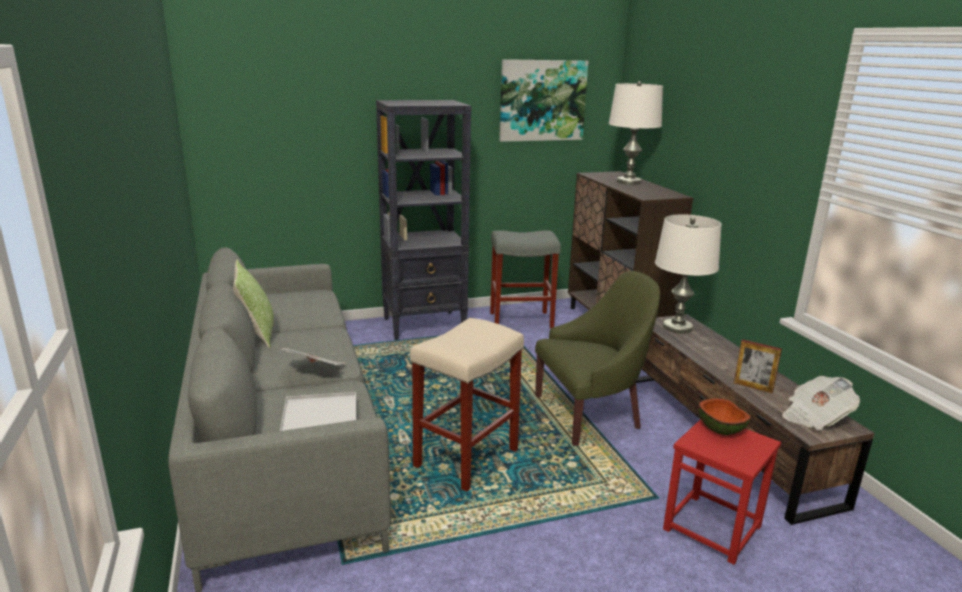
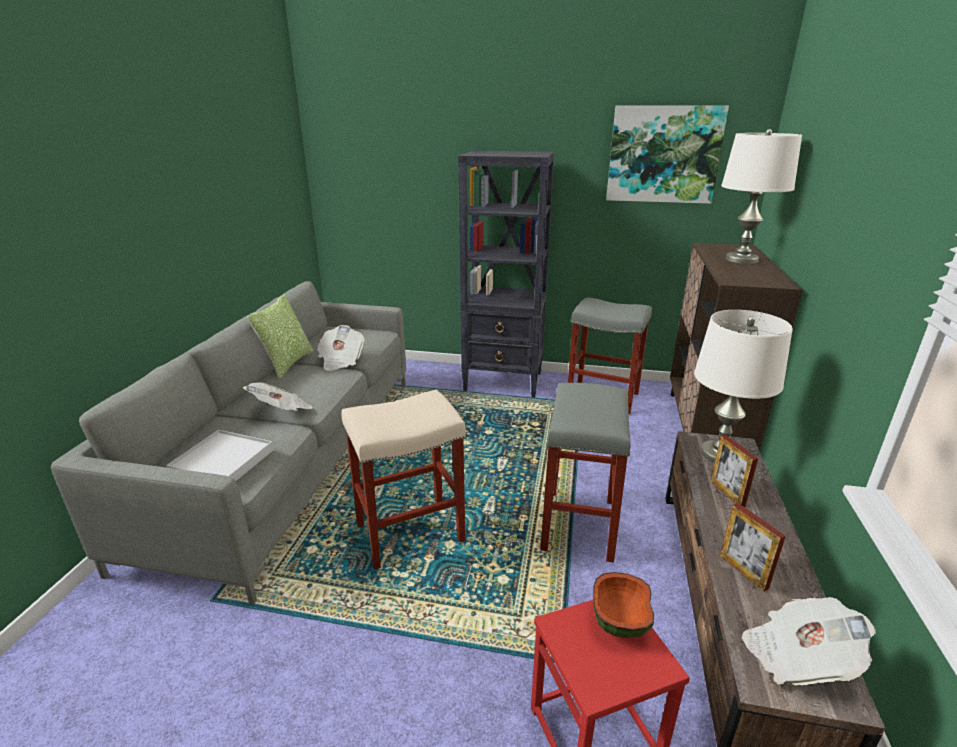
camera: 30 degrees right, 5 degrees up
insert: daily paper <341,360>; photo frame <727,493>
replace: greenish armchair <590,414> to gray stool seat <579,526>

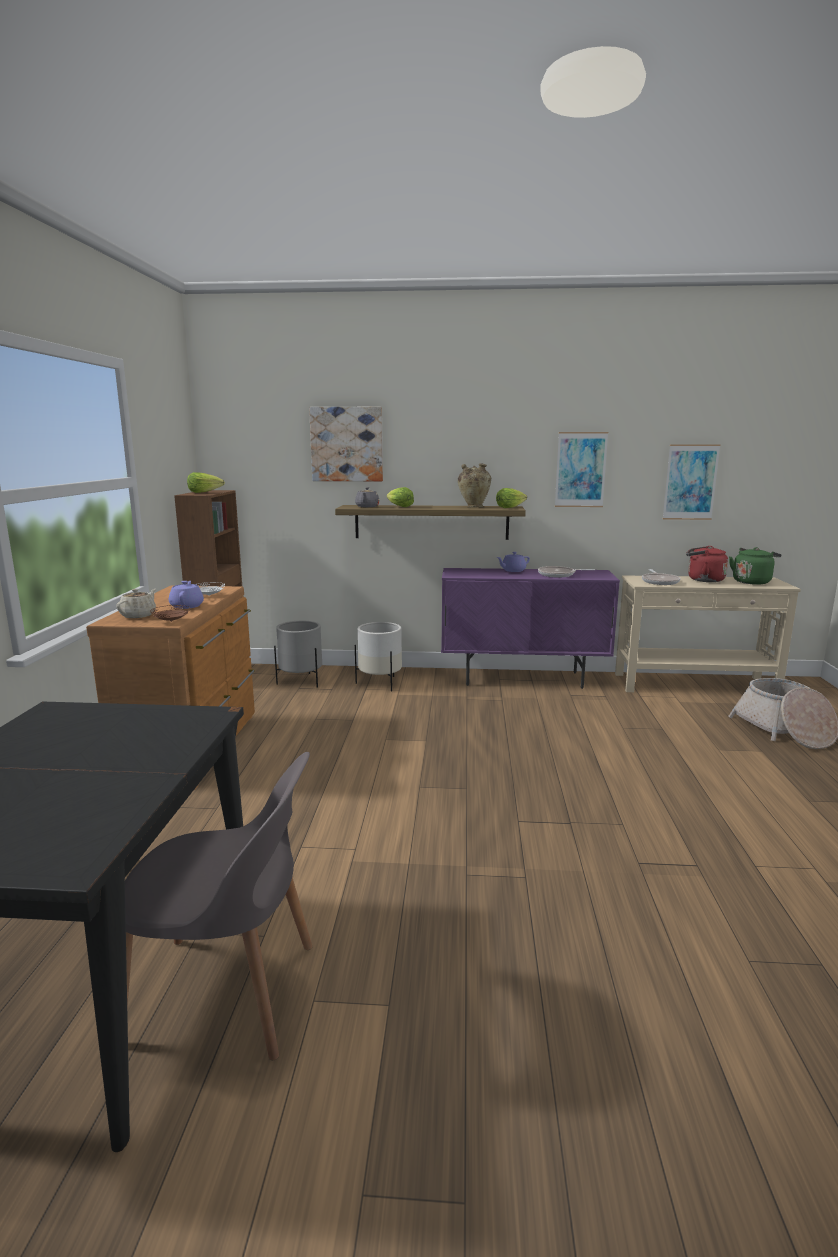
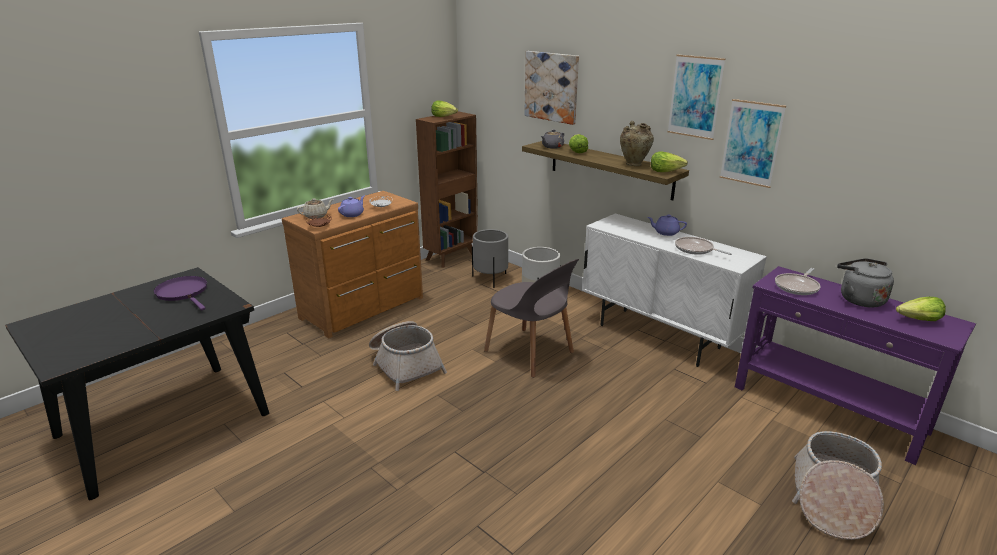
camera: 40 degrees right, 10 degrees up
insert: purple pan <183,293>; basket <405,364>
move: gray upright chair <228,994> to <530,353>; wall art <690,482> to <695,97>
replace: greenish water kettle <752,581> to lettuce <919,320>
recolor: purple storage cabinet <523,679> to white storage cabinet <659,337>; beige-coloured console table <695,685> to purple console table <828,409>; red water kettle <703,580> to gray water kettle <858,299>

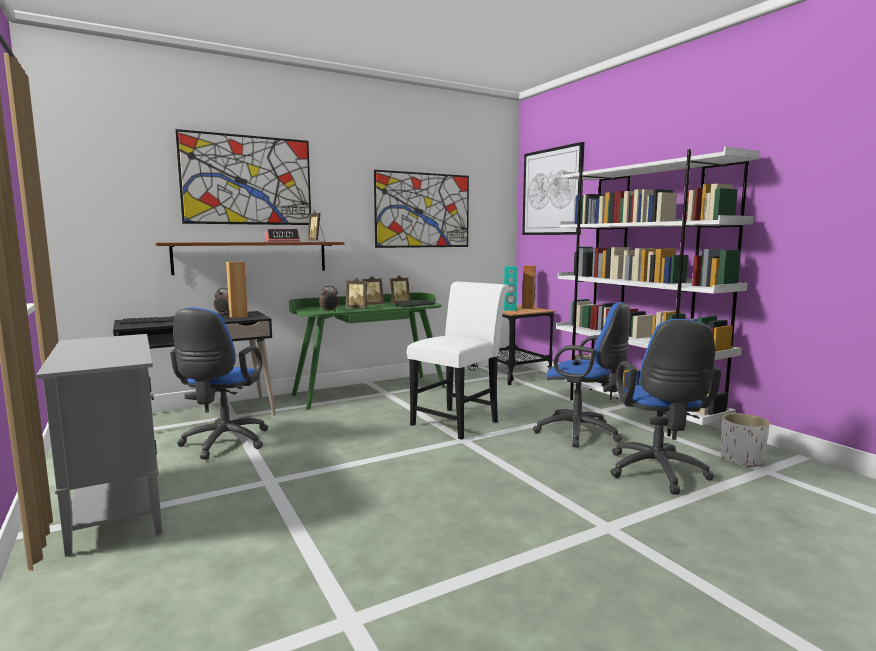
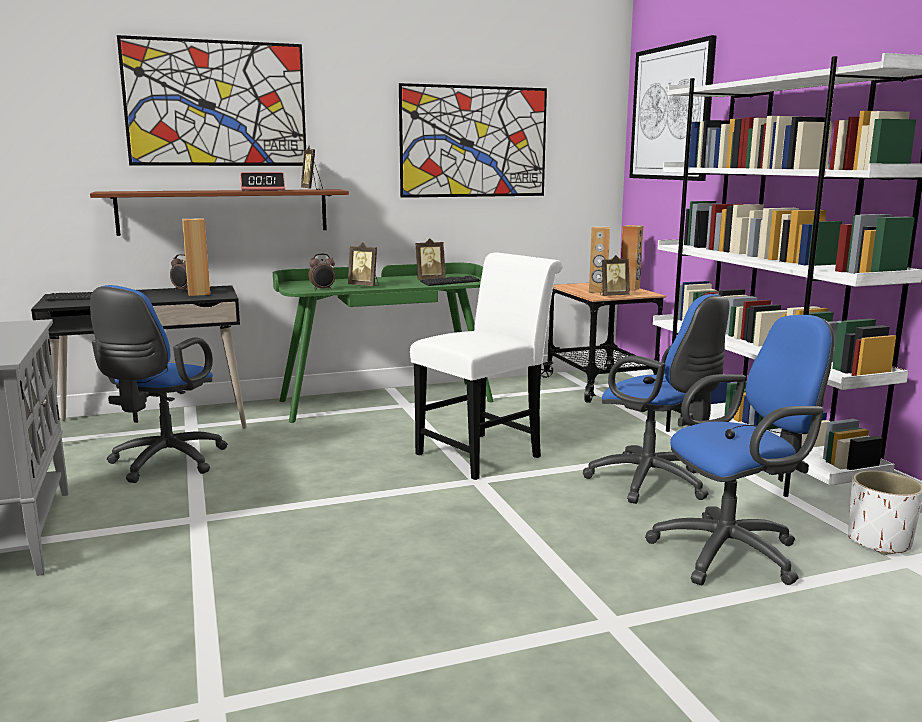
camera: 10 degrees right, 5 degrees up
move: photo frame <372,305> to <613,296>
recolor: turquoise loudspeaker <510,309> to brownish loudspeaker <598,291>
rotate: bluish office chair <658,474> = <733,552> 120 degrees counterclockwise

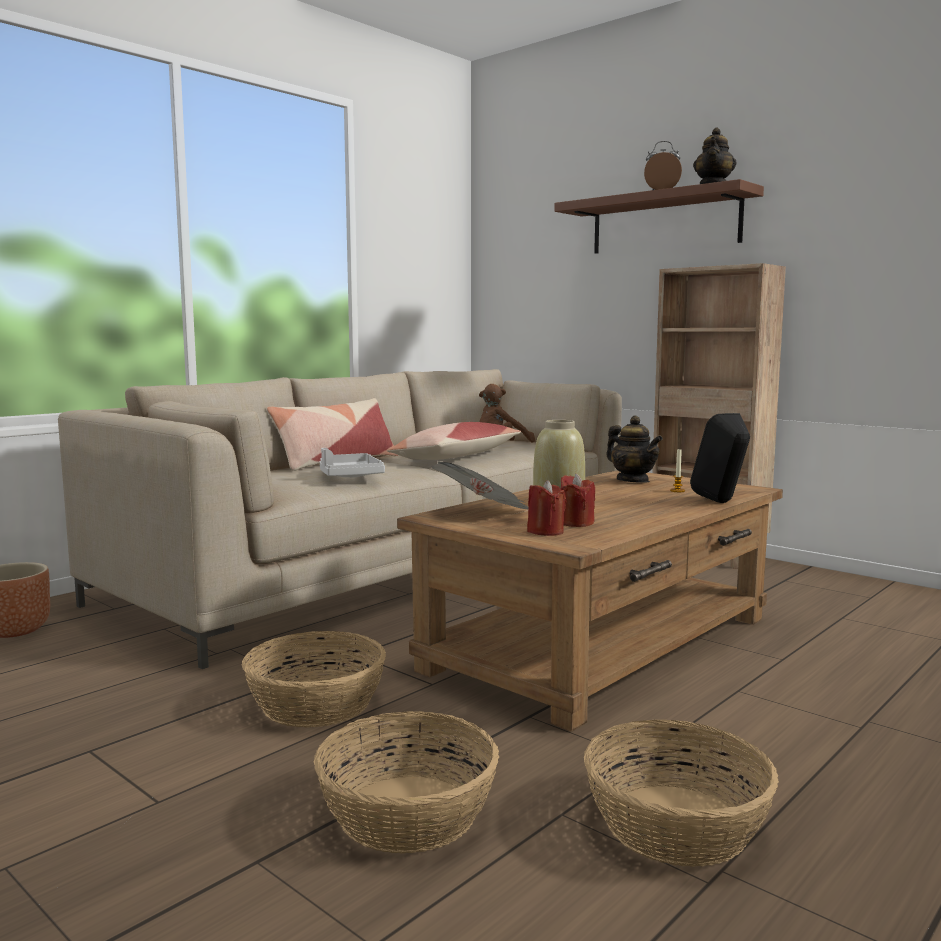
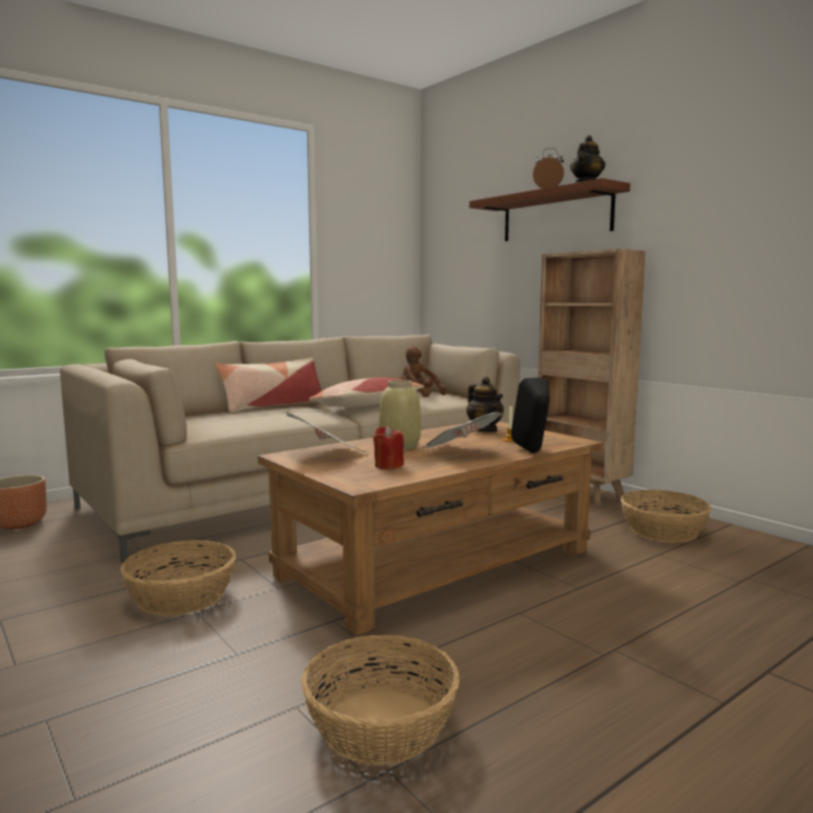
camera: 10 degrees right, 0 degrees up
delete: gray carrying tray <348,476>; red candle <545,532>
insert: daily paper <461,452>
move: basket <406,813> to <662,531>
rotate: brownish soft toy <501,444> = <418,395> 60 degrees clockwise

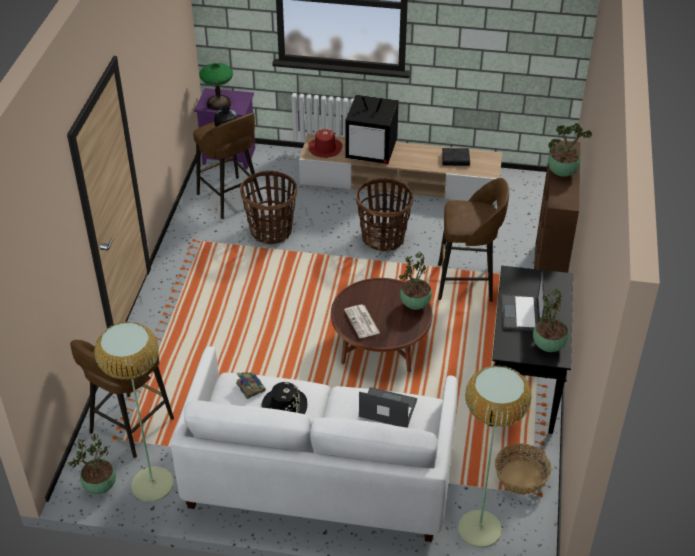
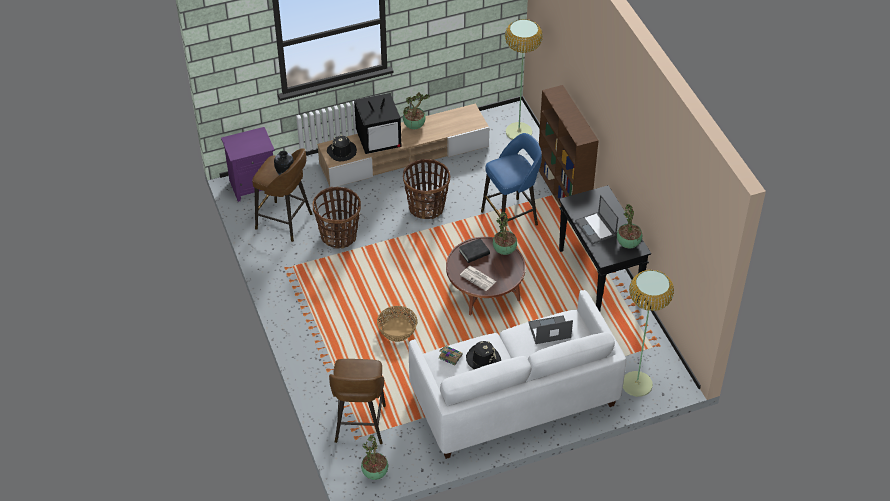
camera: 30 degrees left, 5 degrees up
delete: tabletop lamp <218,103>
move: standard lamp <152,484> to <518,132>; black book <455,159> to <474,252>; basket <520,477> to <397,330>; potted plant <563,173> to <414,126>
recolor: red wearable hat <325,148> to black wearable hat <341,152>; brownish stool seat <467,283> to bluish stool seat <511,218>

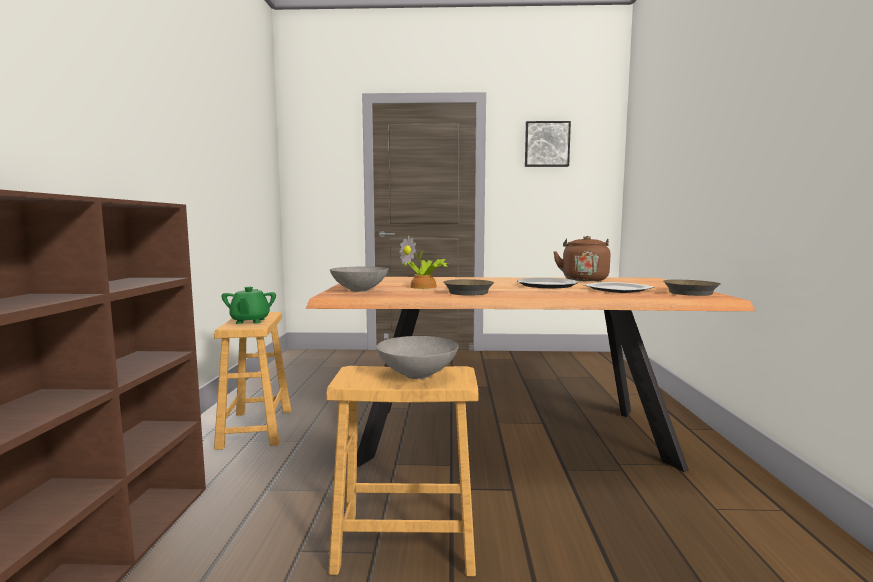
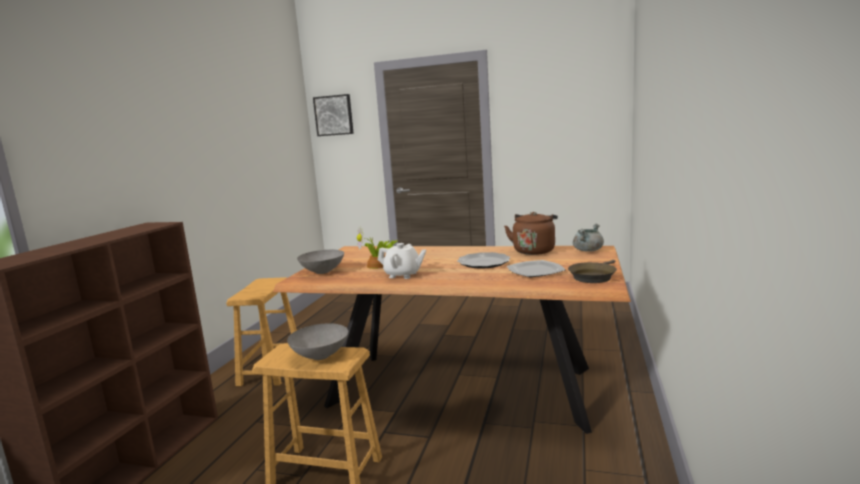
camera: 15 degrees right, 5 degrees up
delete: greenish tea pot <250,321>
insert: gray saucepot <587,250>
move: wall art <546,144> to <334,115>
replace: brownish pan <469,292> to white tea pot <403,275>

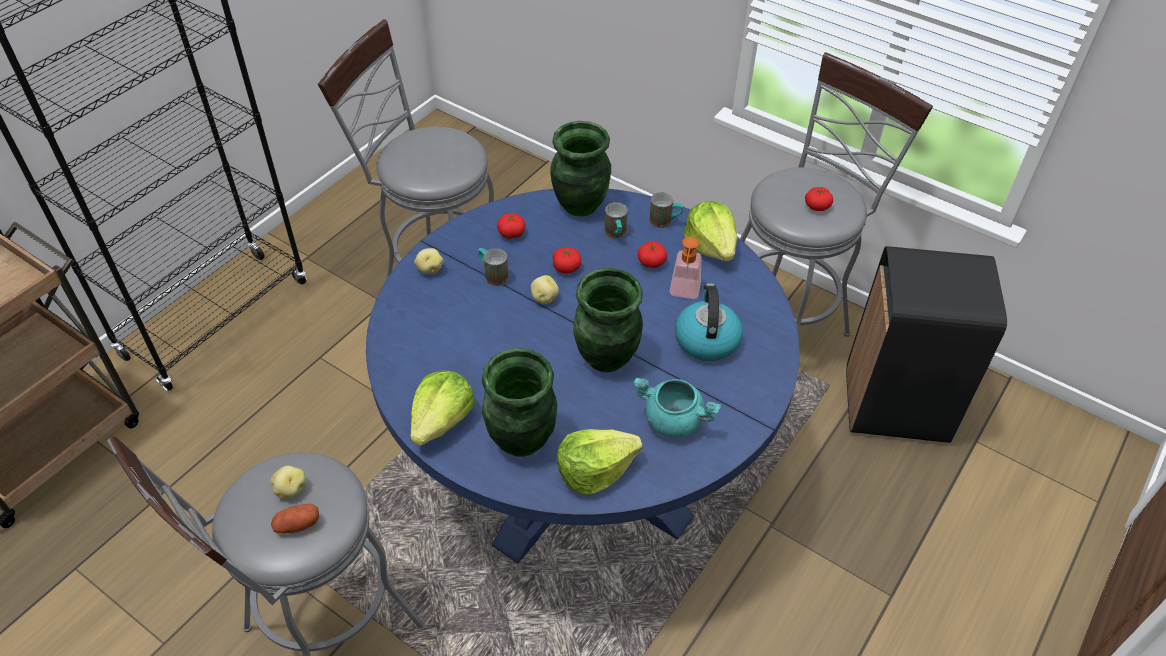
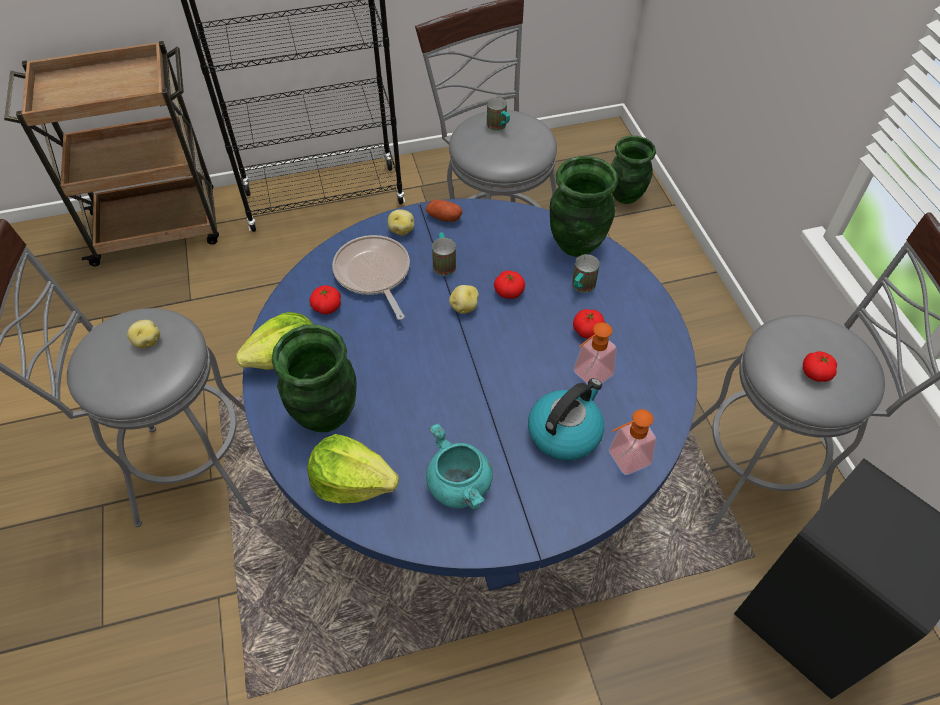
camera: 40 degrees right, 5 degrees up
delete: lettuce <711,246>
insert: pan <373,274>; liquid soap bottle <623,461>
move: spud <297,525> to <444,217>; tomato <511,233> to <327,307>; greenish decorative vase <606,358> to <625,196>; coffee mug <665,221> to <499,127>

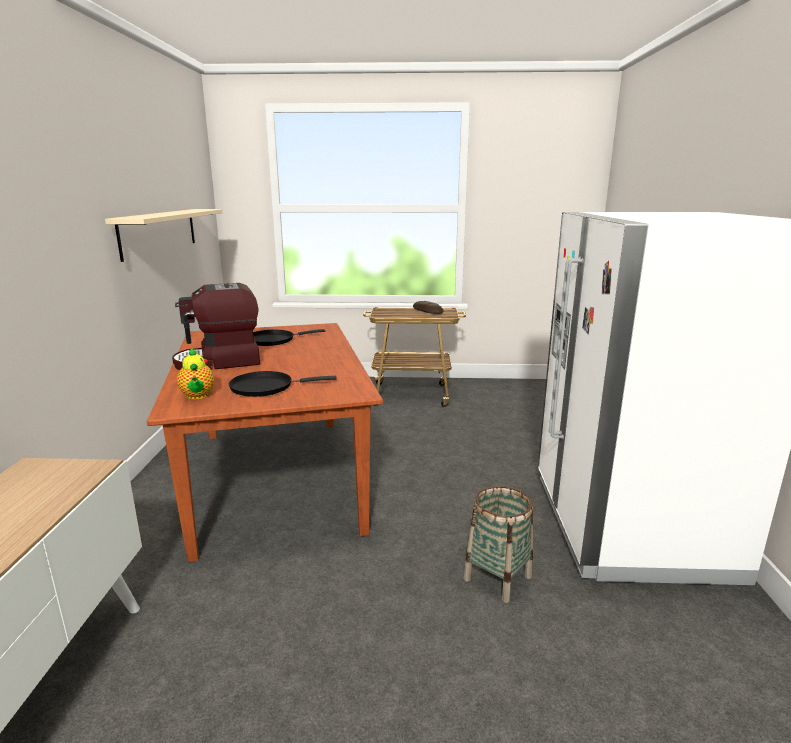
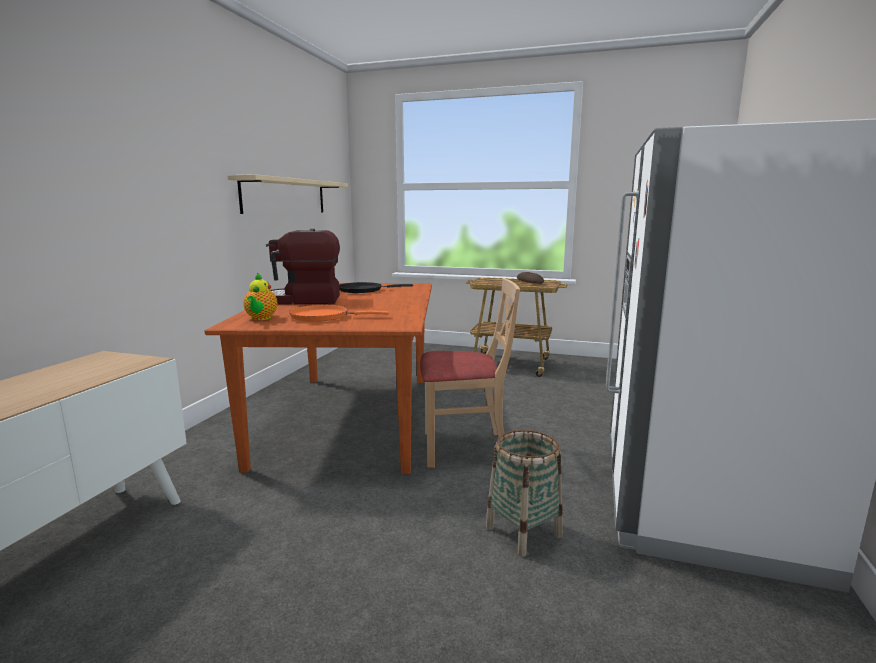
camera: 15 degrees right, 5 degrees down
insert: beige-coloured upright chair <464,447>
recolor: black pan <266,387> to orange-coloured pan <324,317>

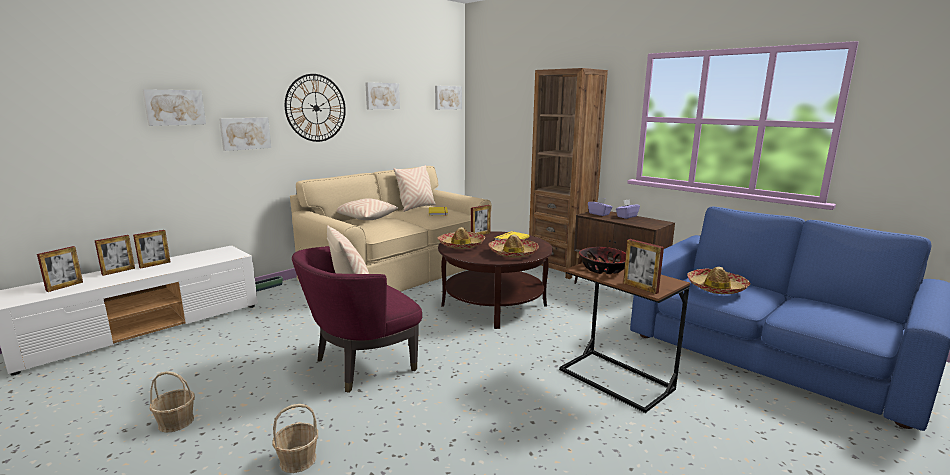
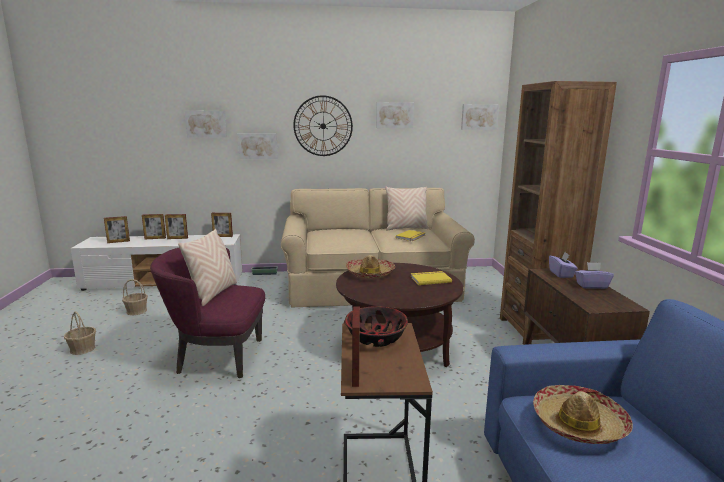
camera: 40 degrees right, 0 degrees up
delete: beige-coloured cushion <365,218>; wearable hat <513,253>
move: basket <297,460> to <136,311>; photo frame <480,234> to <223,236>

